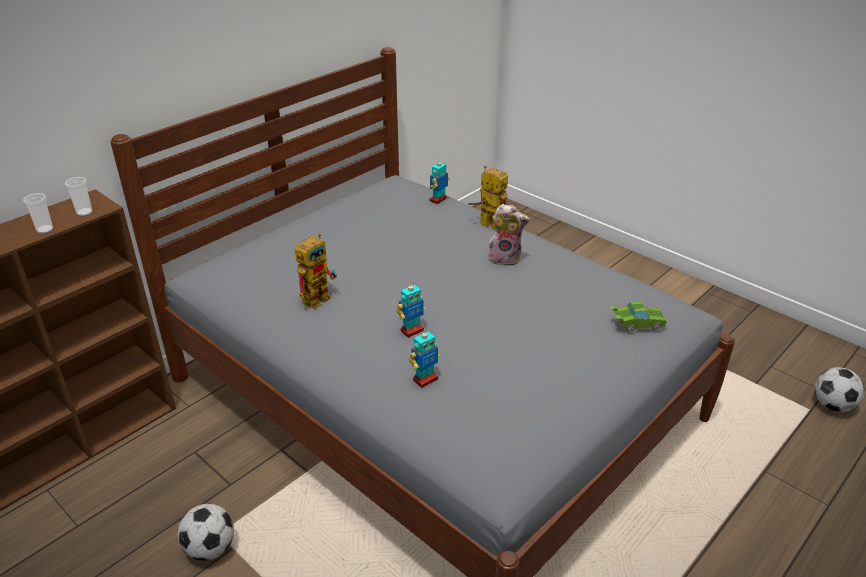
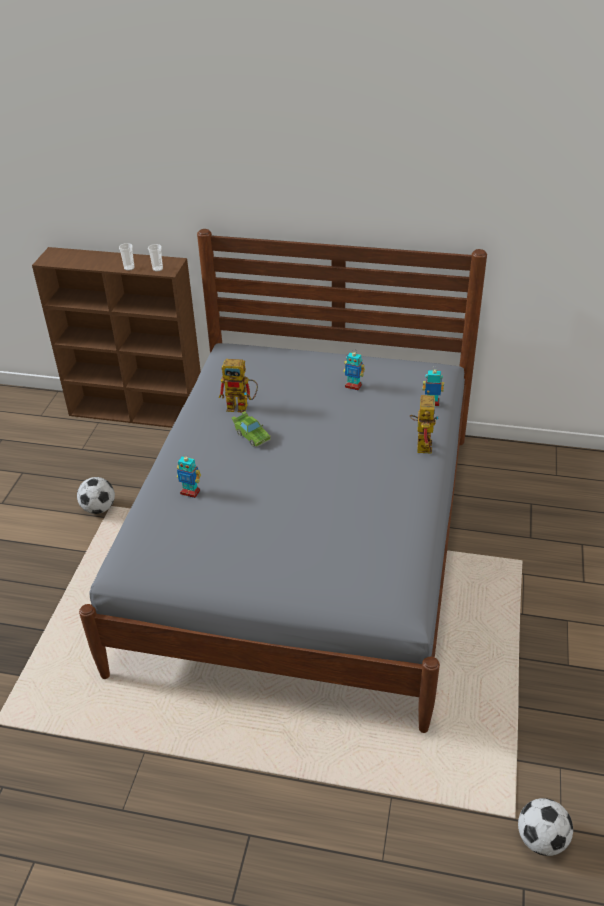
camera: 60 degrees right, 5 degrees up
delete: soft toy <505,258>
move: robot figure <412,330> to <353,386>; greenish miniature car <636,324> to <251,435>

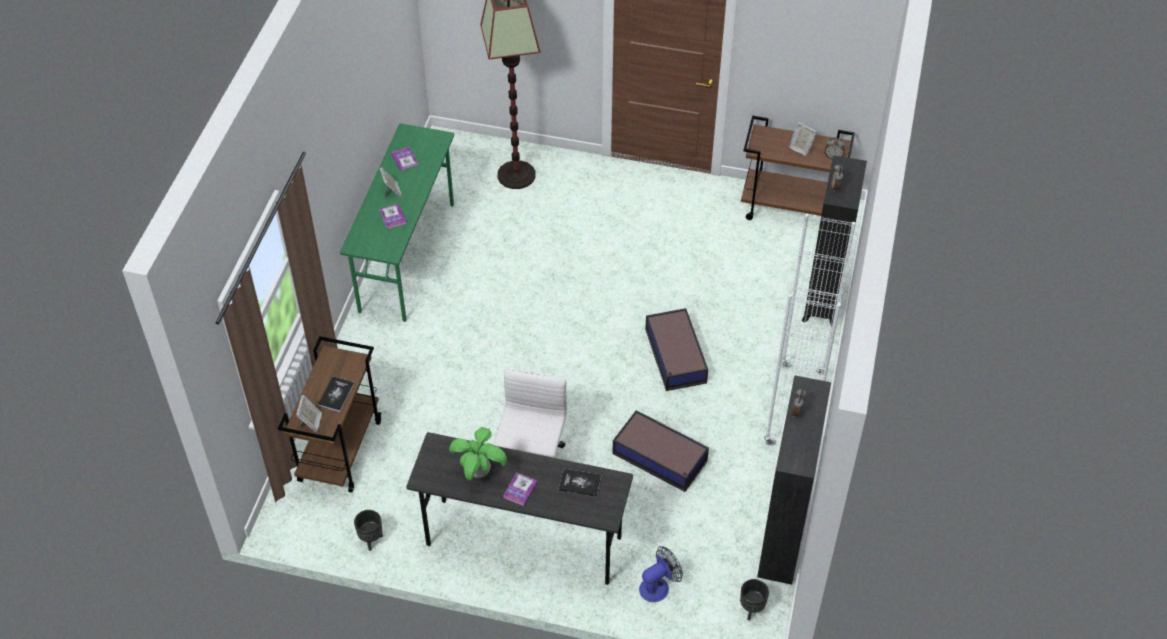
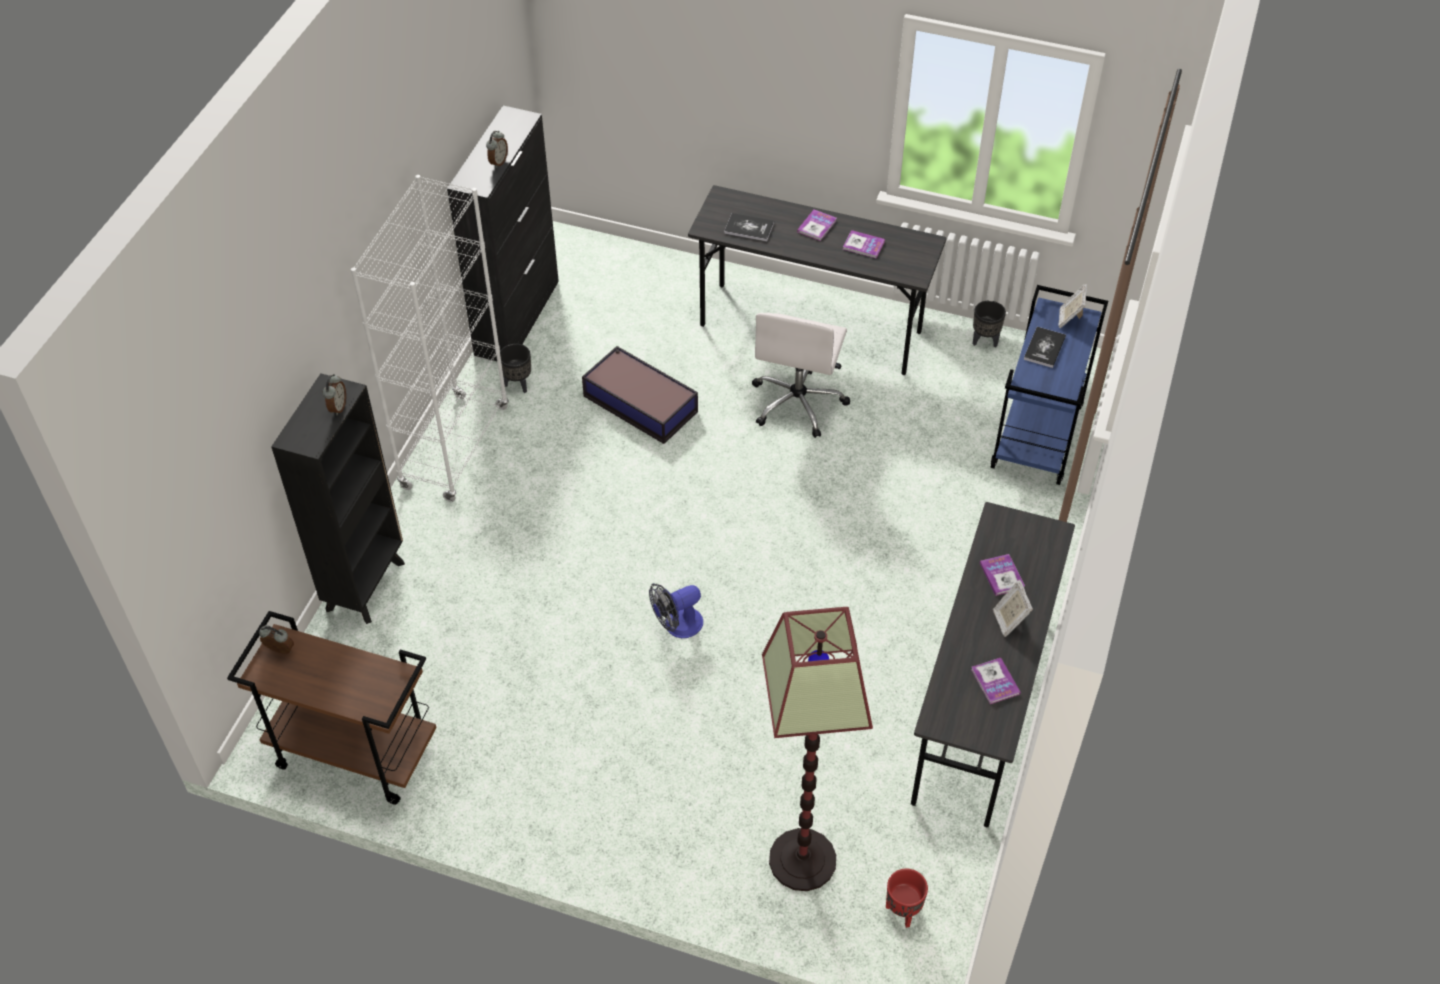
camera: 175 degrees left, 0 degrees up
delete: storage bin <675,357>; photo frame <800,148>
insert: red flower pot <903,912>
move: cooling fan <658,586> to <677,626>; black flower pot <751,610> to <518,384>
replace: potted plant <479,472> to book <863,245>
recolor: brownish trolley <340,450> to bluish trolley <1037,437>; greenish desk unit <407,256> to gray desk unit <980,710>

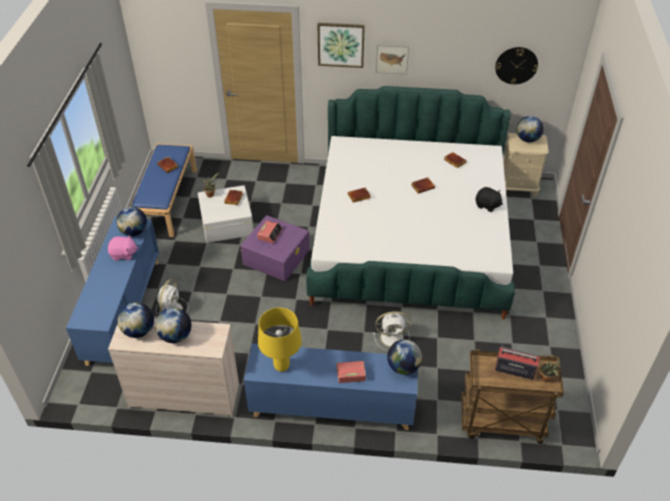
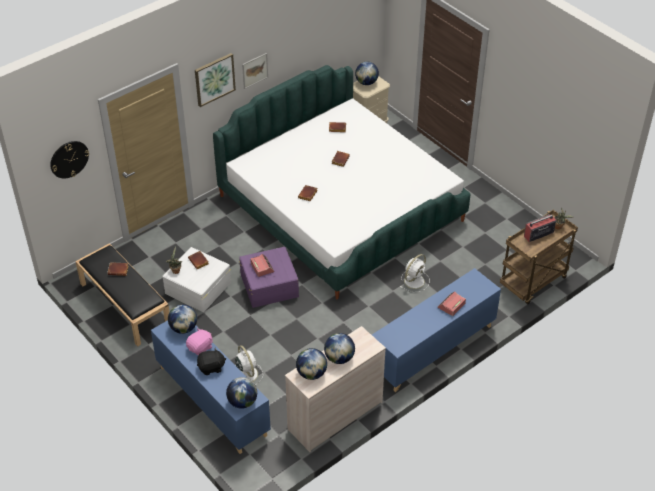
camera: 45 degrees left, 0 degrees up
delete: yellowish tabletop lamp <281,367>
move: globe <403,367> to <242,402>; black soft toy <487,205> to <211,367>; wall clock <516,65> to <69,159>
recolor: bluish bench <166,200> to black bench <124,304>

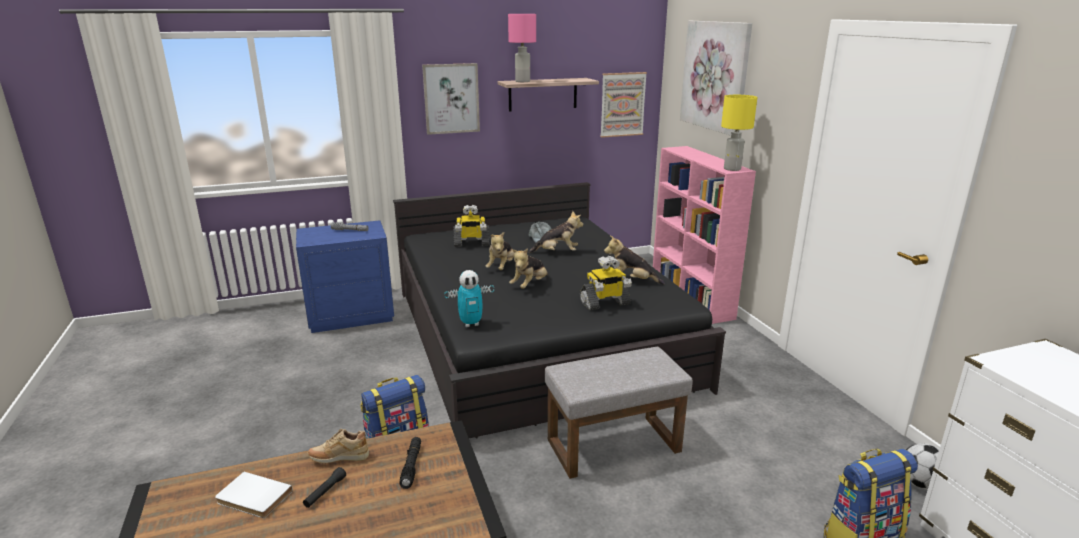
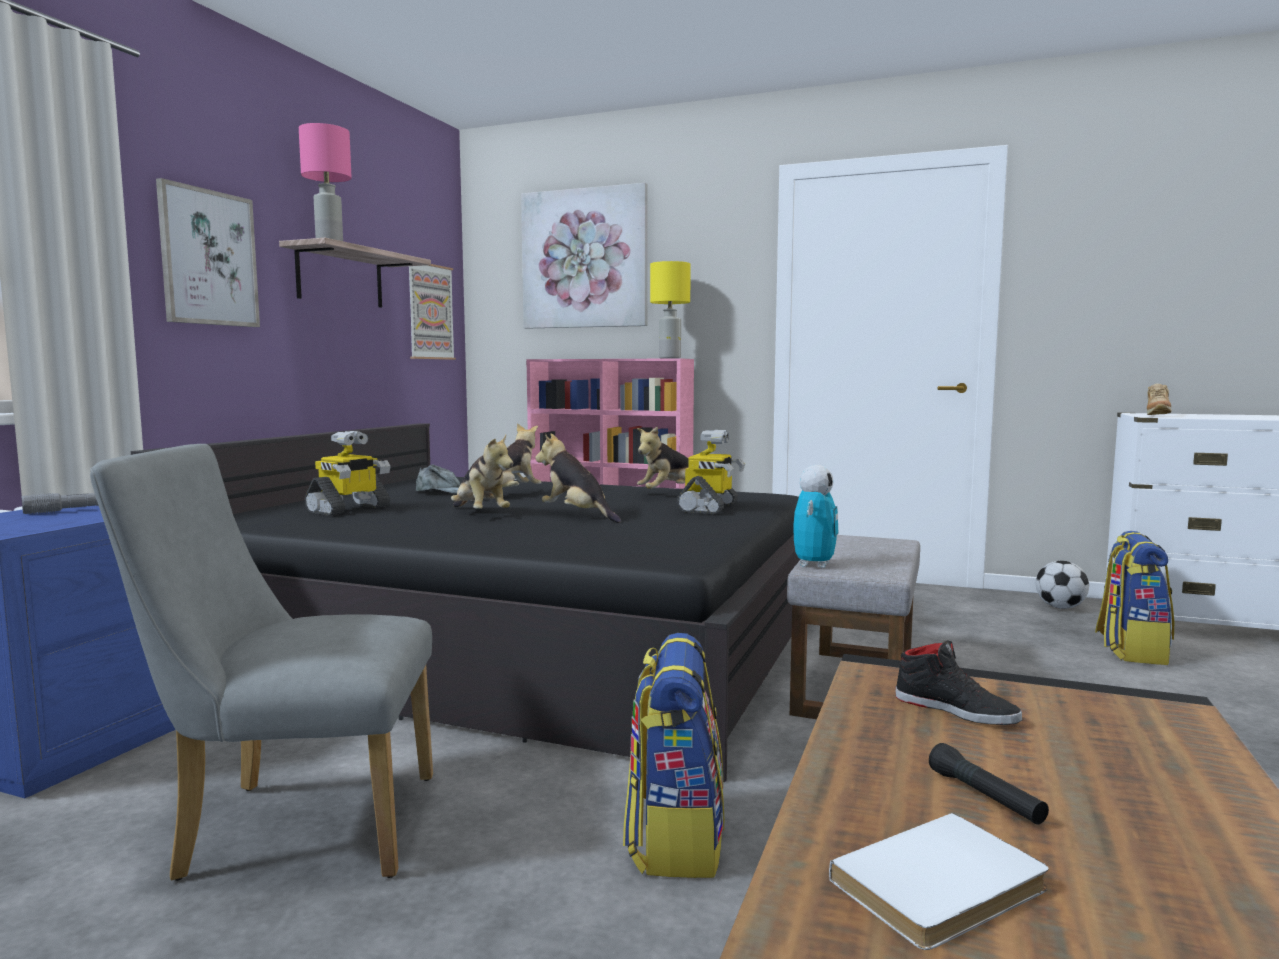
camera: 50 degrees left, 15 degrees down
insert: gray upright chair <293,827>
move: beige-coloured item of footwear <339,458> to <1157,416>; robot figure <471,323> to <814,565>
replace: black torch <411,466> to black item of footwear <956,710>
rotate: soft toy <530,285> = <577,516> 150 degrees clockwise

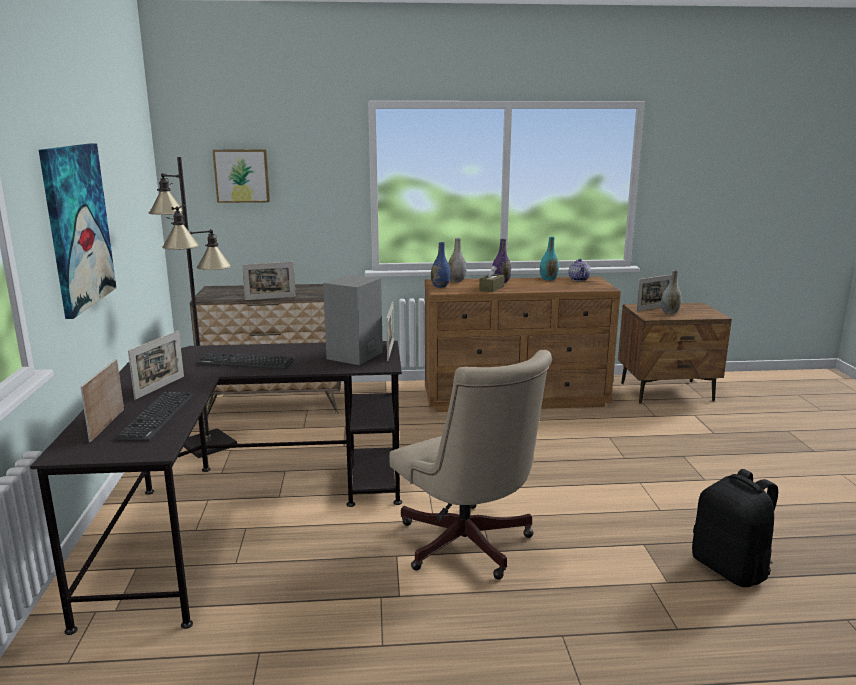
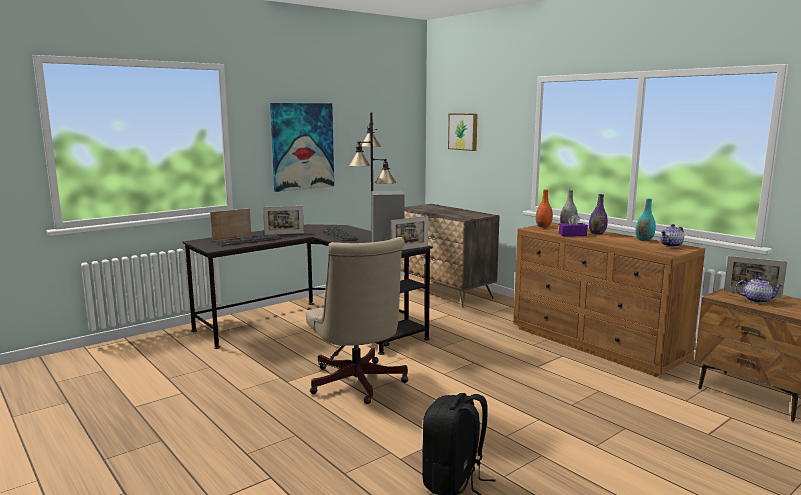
camera: 55 degrees right, 5 degrees down
delete: photo frame <270,298>
replace: gray decorative vase <669,312> to tea pot <757,300>
recolor: bluish decorative vase <440,286> to orange-coloured decorative vase <543,226>; brownish tissue box <491,288> to purple tissue box <572,234>
rotate: beige-coloured office chair <468,547> = <357,385> 45 degrees counterclockwise

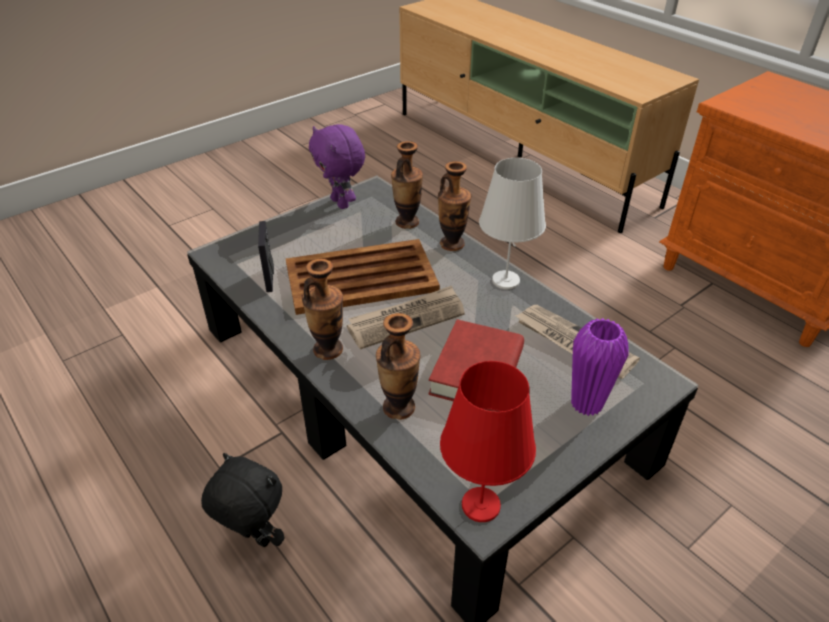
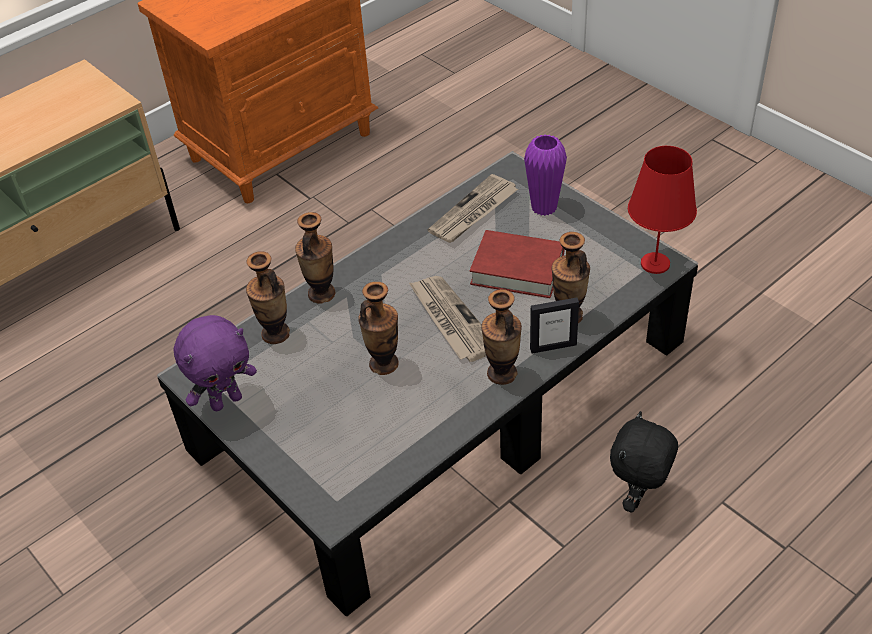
camera: 90 degrees left, 5 degrees up
delete: white tabletop lamp <506,280>
move: photo frame <270,279> to <553,346>
replace: brownish carrying tray <359,277> to decorative vase <384,364>

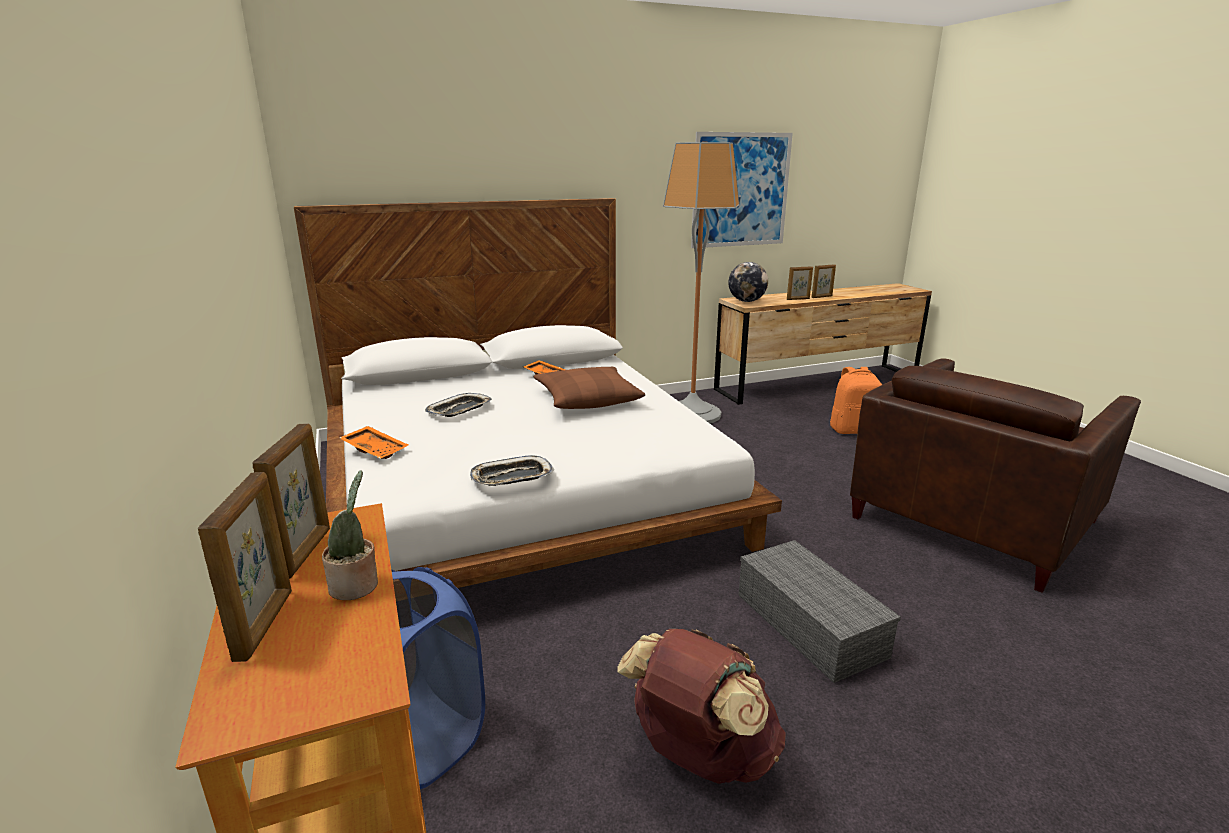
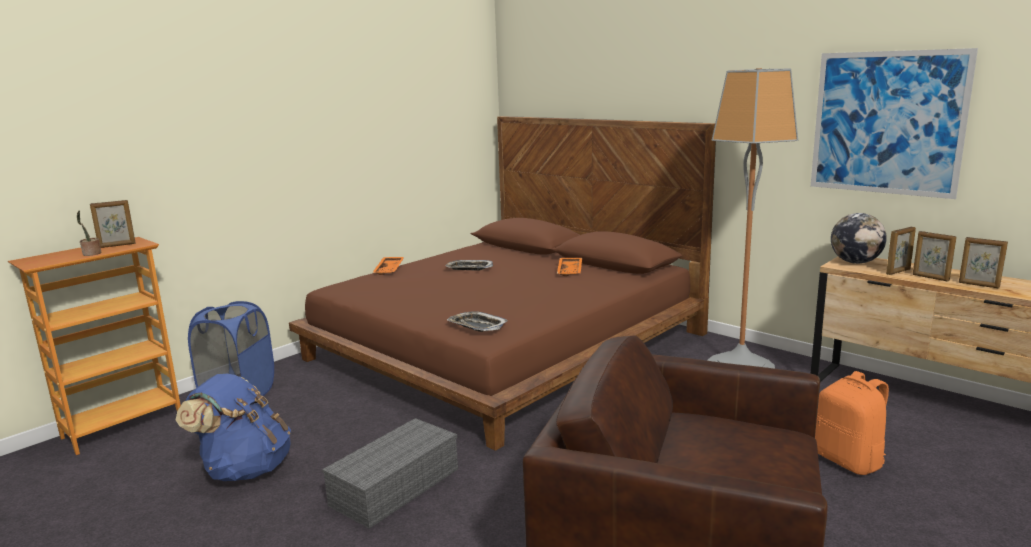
camera: 65 degrees right, 5 degrees down
delete: brownish cushion <587,398>
move: photo frame <265,624> to <898,271>; carrying tray <511,477> to <477,326>
recolor: white bedroom bed <520,487> to brownish bedroom bed <504,346>; brownish rucksack <700,755> to bluish rucksack <245,469>

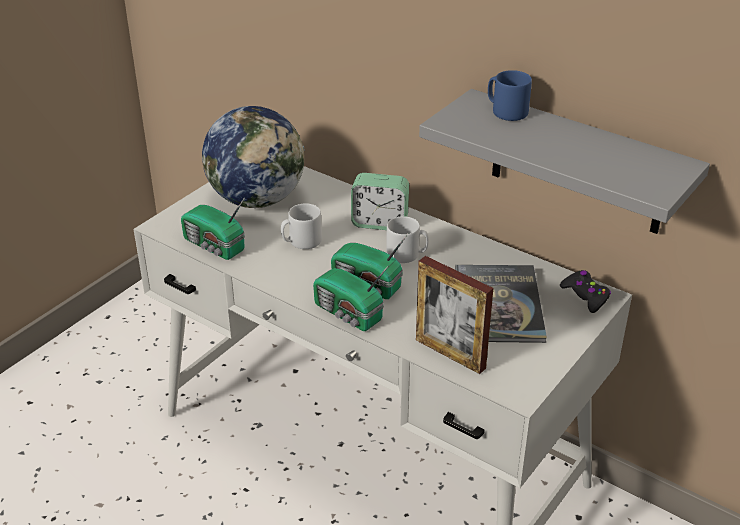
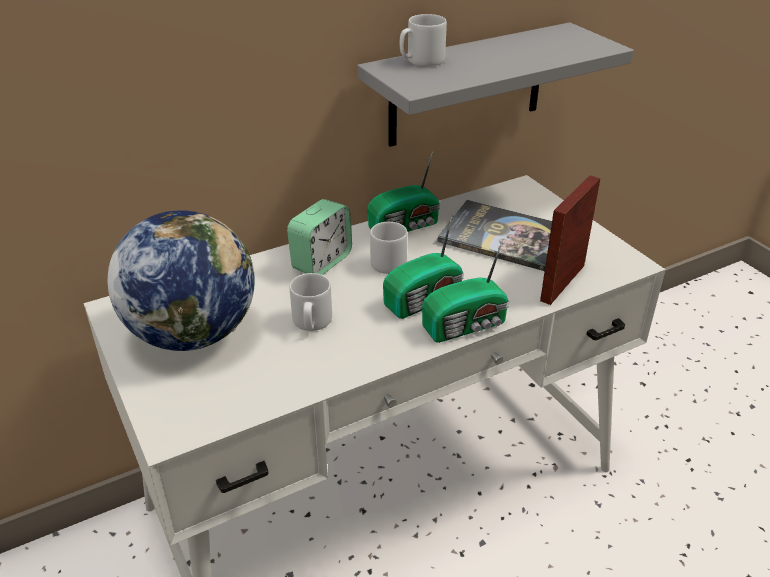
camera: 65 degrees left, 0 degrees up
delete: black game controller <585,296>
move: radio <214,246> to <406,226>
recolor: bluish coffee mug <506,111> to gray coffee mug <421,61>
rotate: photo frame <450,354> = <562,283> 150 degrees clockwise

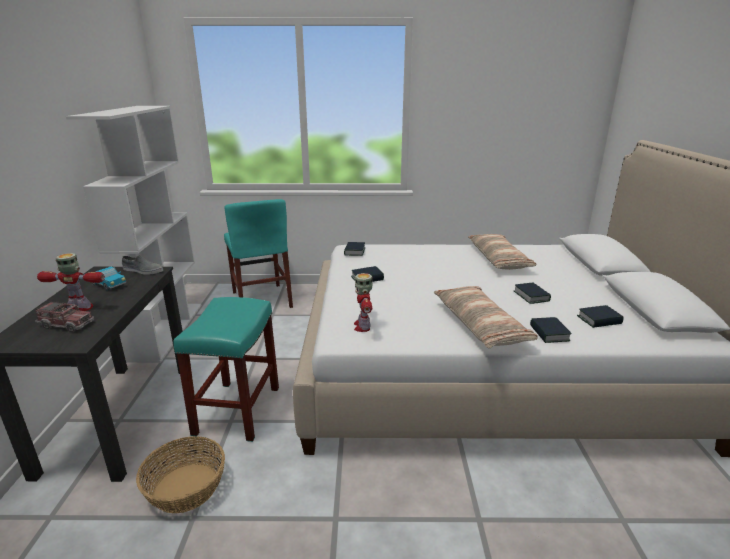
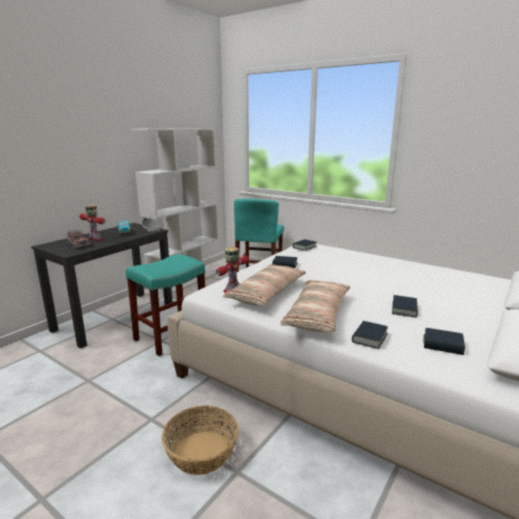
camera: 35 degrees right, 5 degrees down
move: basket <186,487> to <201,452>; cushion <498,259> to <267,293>

